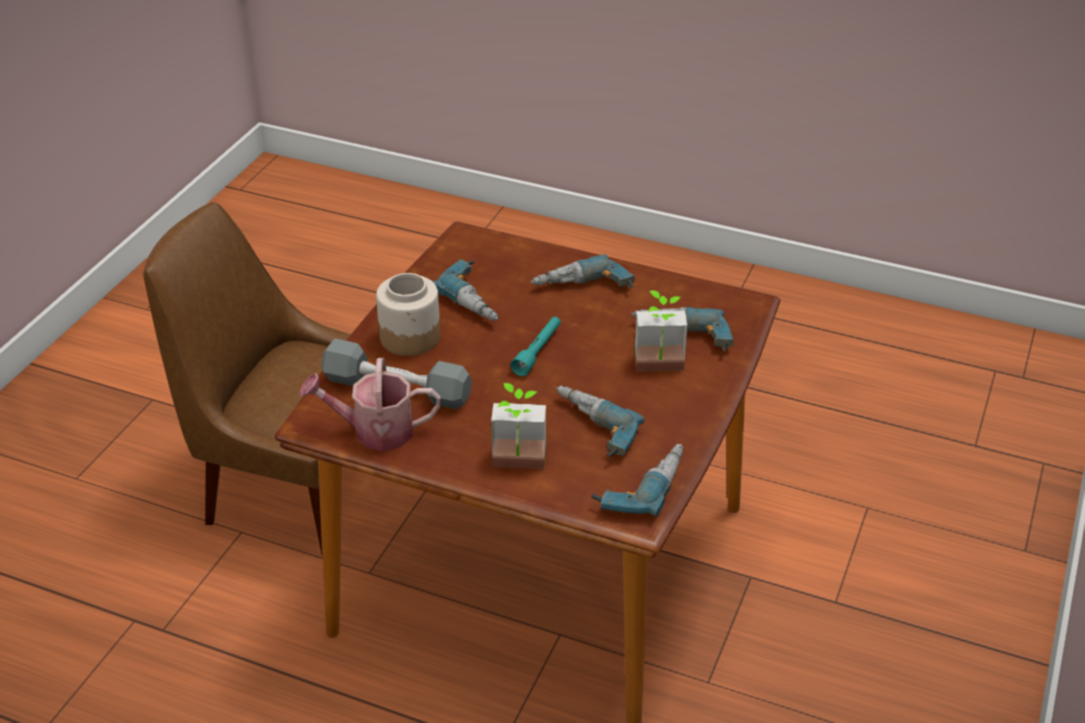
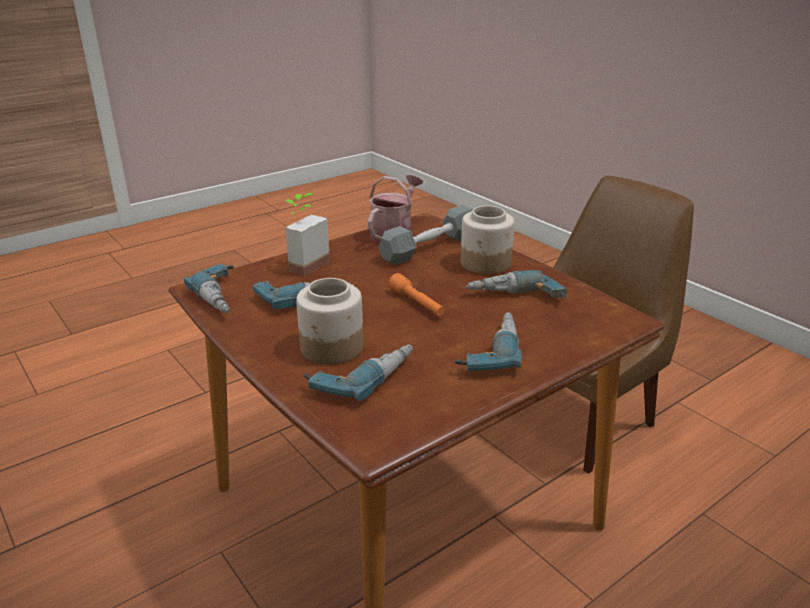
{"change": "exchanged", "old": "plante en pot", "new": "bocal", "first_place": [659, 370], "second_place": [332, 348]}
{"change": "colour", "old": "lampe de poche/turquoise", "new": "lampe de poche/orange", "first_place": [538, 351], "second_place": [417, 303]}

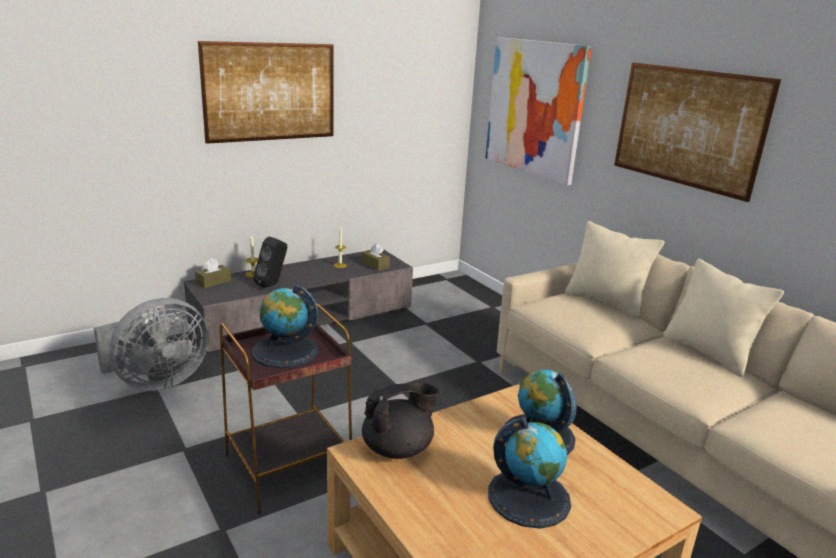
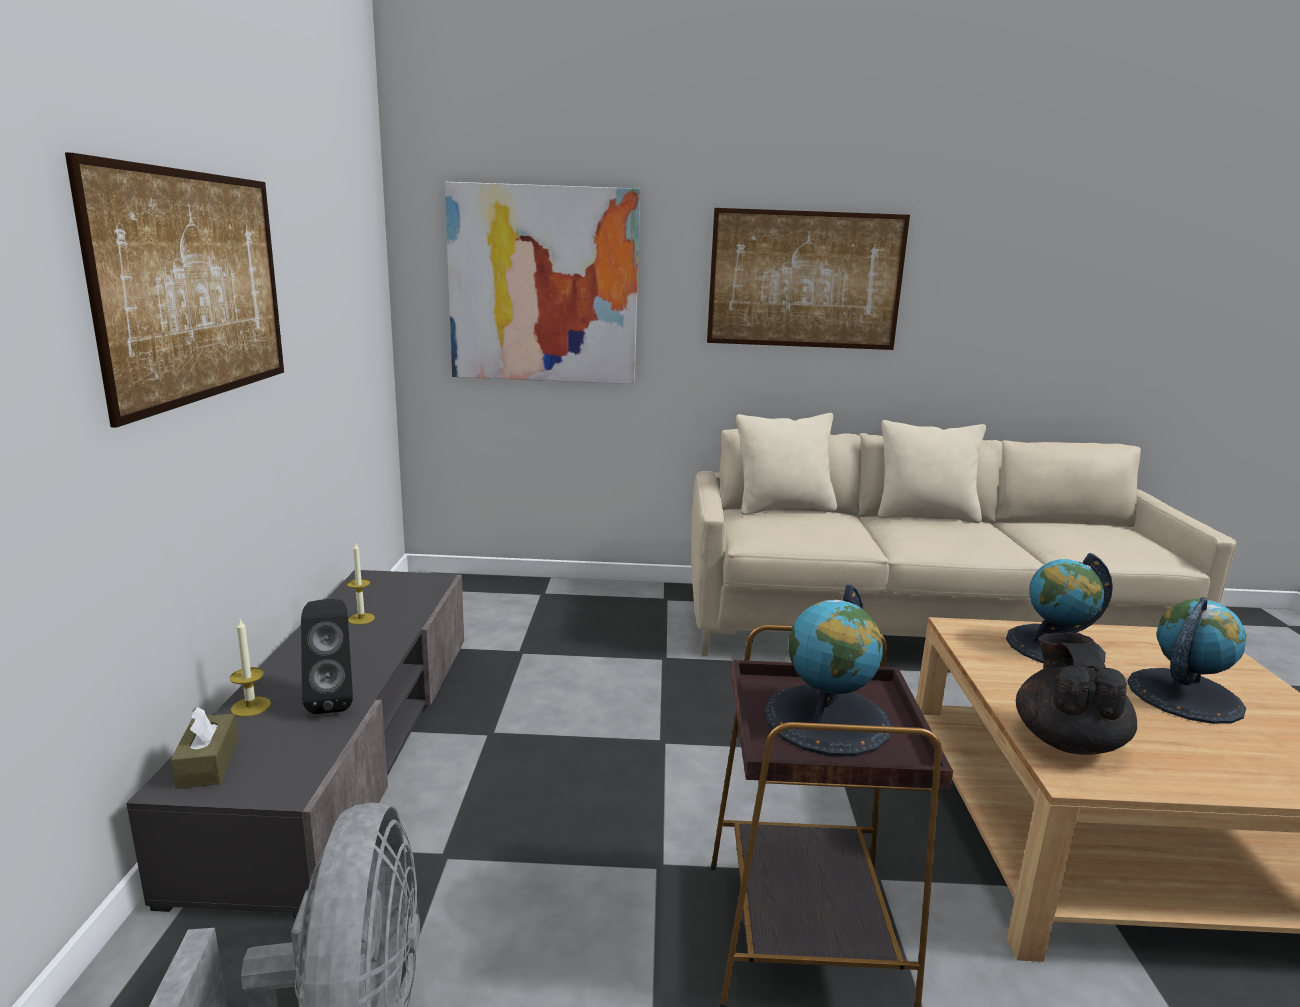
{"change": "missing", "old": "boîte à mouchoirs/marron", "first_place": [375, 265]}

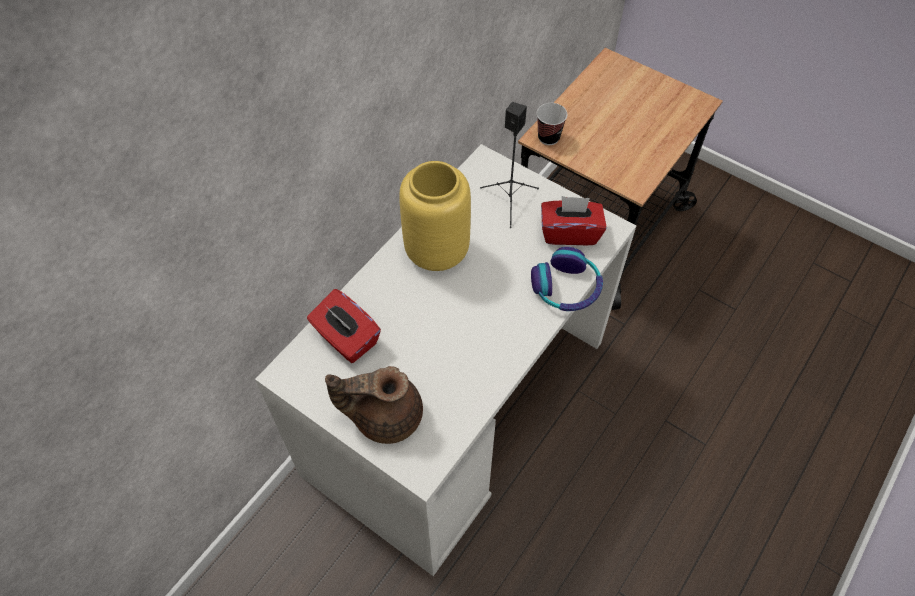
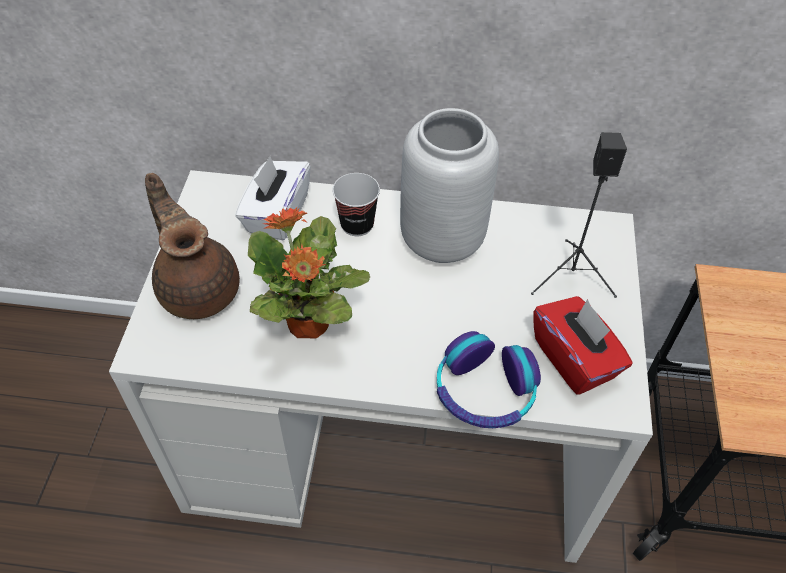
{"change": "appeared", "new": "plante en pot", "second_place": [308, 325]}
{"change": "relocated", "old": "tasse", "first_place": [548, 137], "second_place": [357, 225]}
{"change": "colour", "old": "boîte à mouchoirs/rouge", "new": "boîte à mouchoirs/blanc", "first_place": [346, 338], "second_place": [276, 215]}
{"change": "colour", "old": "vase/jaune", "new": "vase/gris", "first_place": [435, 252], "second_place": [440, 239]}

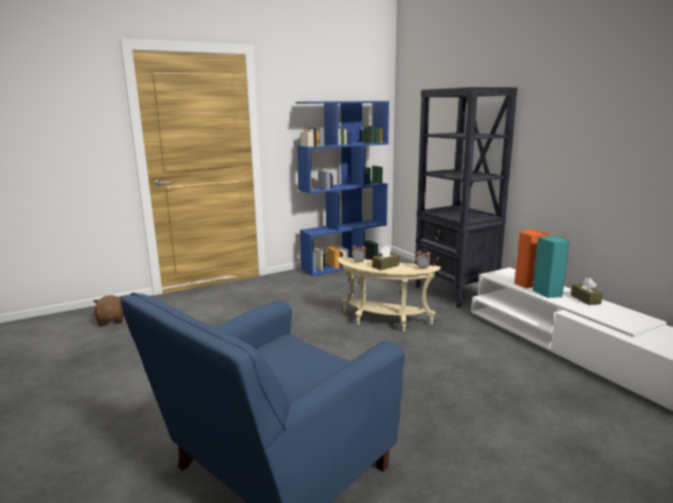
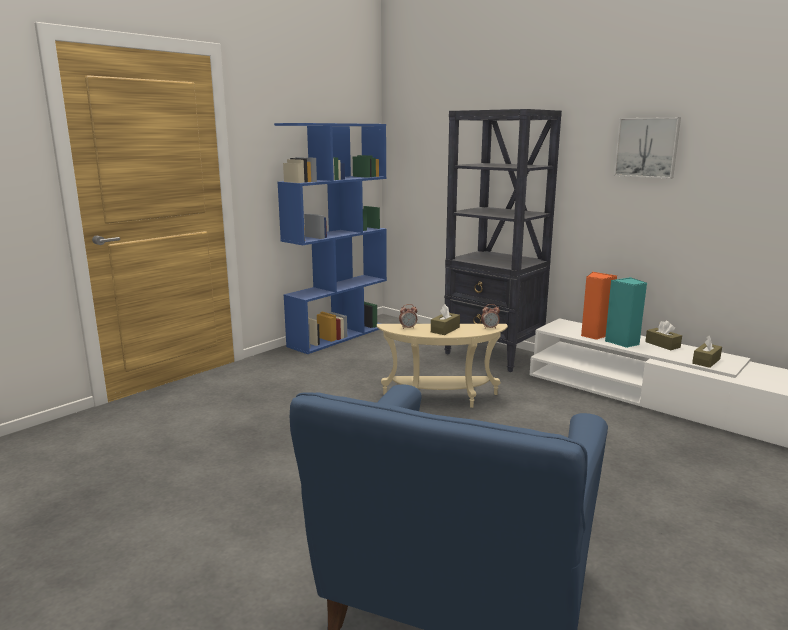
{"change": "missing", "old": "peluche/marron", "first_place": [111, 320]}
{"change": "appeared", "new": "tableau", "second_place": [647, 147]}
{"change": "appeared", "new": "boîte à mouchoirs/marron", "second_place": [706, 361]}

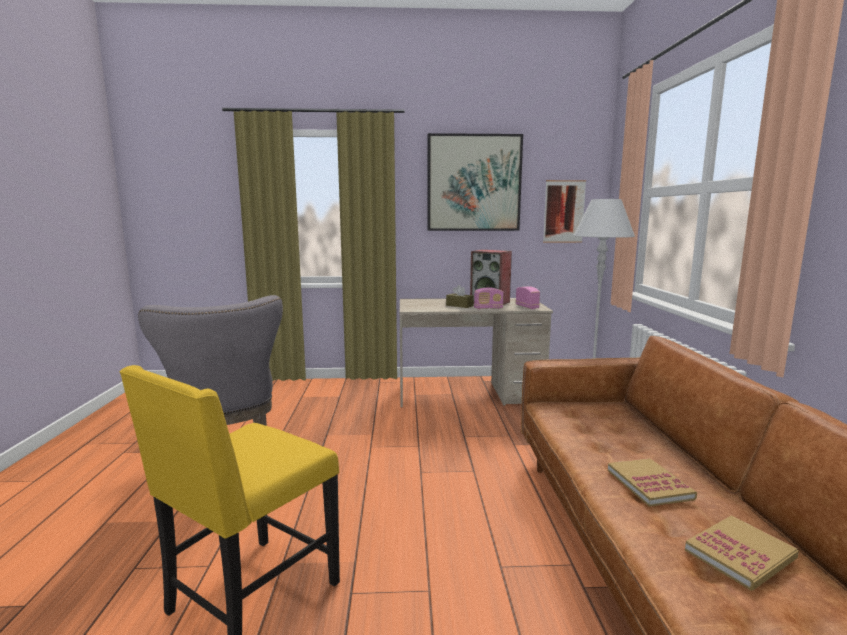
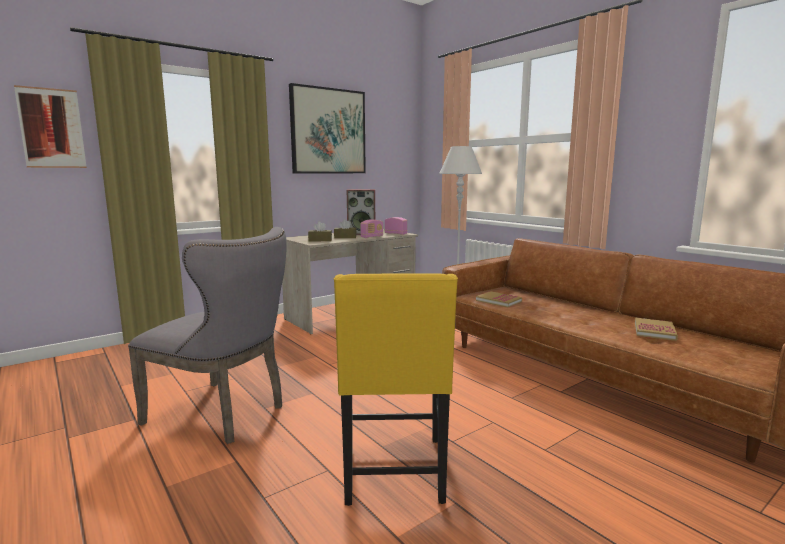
{"change": "appeared", "new": "boîte à mouchoirs/marron", "second_place": [320, 240]}
{"change": "relocated", "old": "tableau", "first_place": [564, 211], "second_place": [51, 128]}
{"change": "relocated", "old": "livre", "first_place": [649, 484], "second_place": [498, 301]}

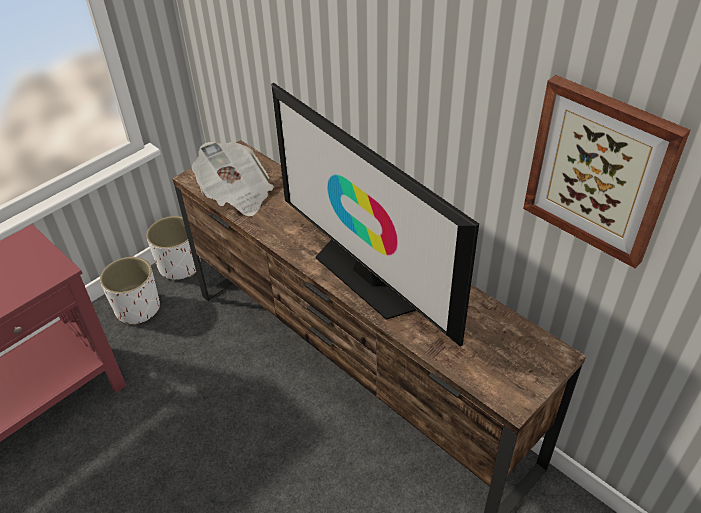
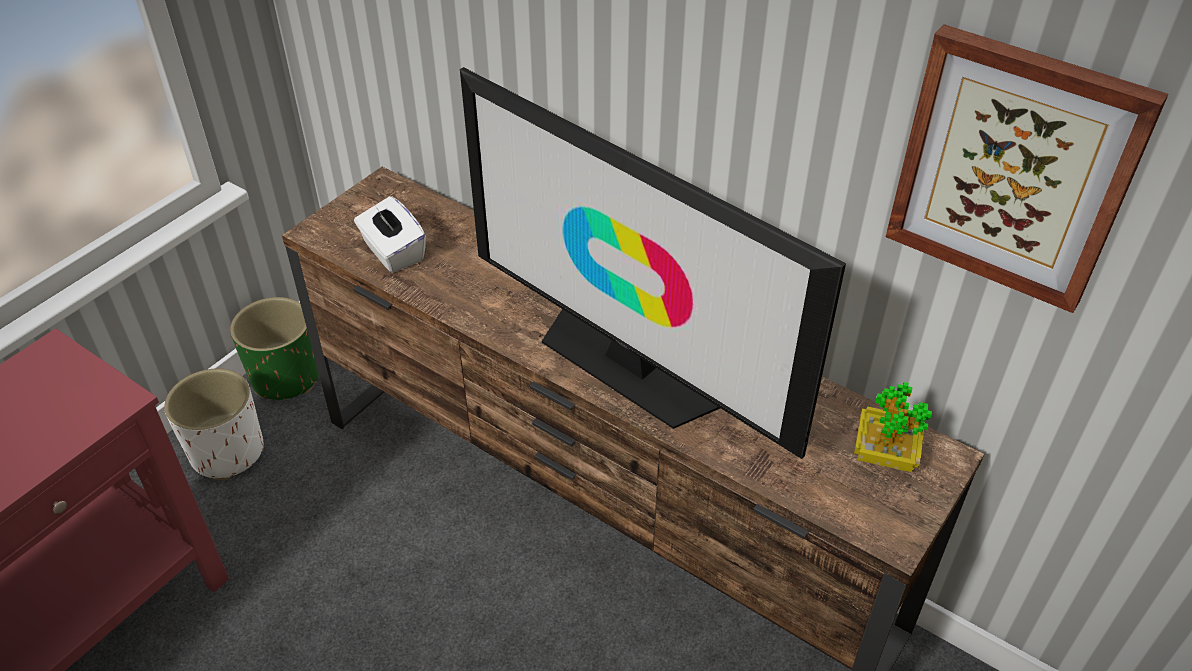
{"change": "appeared", "new": "plante en pot", "second_place": [884, 454]}
{"change": "exchanged", "old": "journal", "new": "boîte à mouchoirs/blanc", "first_place": [236, 194], "second_place": [393, 252]}
{"change": "colour", "old": "cache-pot/blanc", "new": "cache-pot/vert", "first_place": [180, 266], "second_place": [286, 377]}

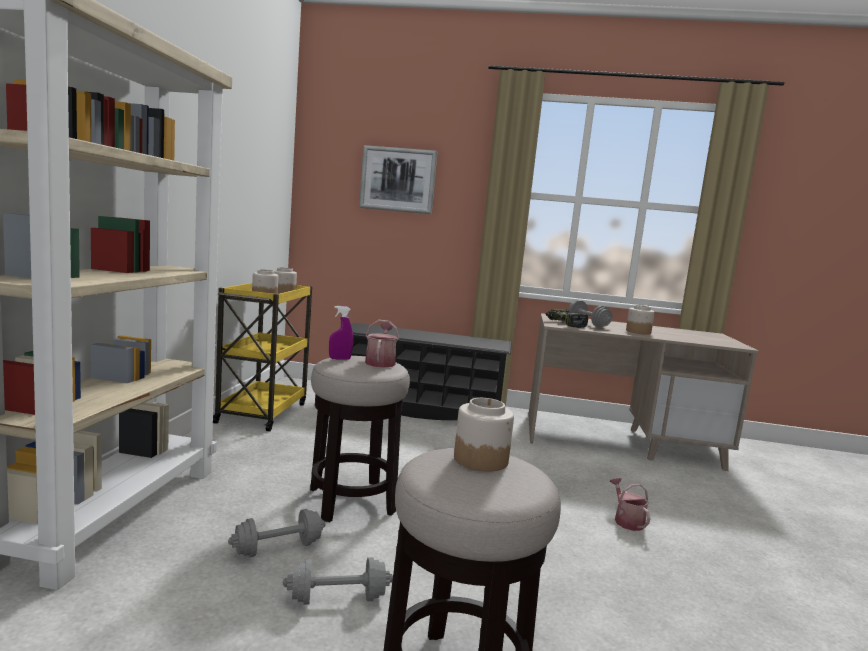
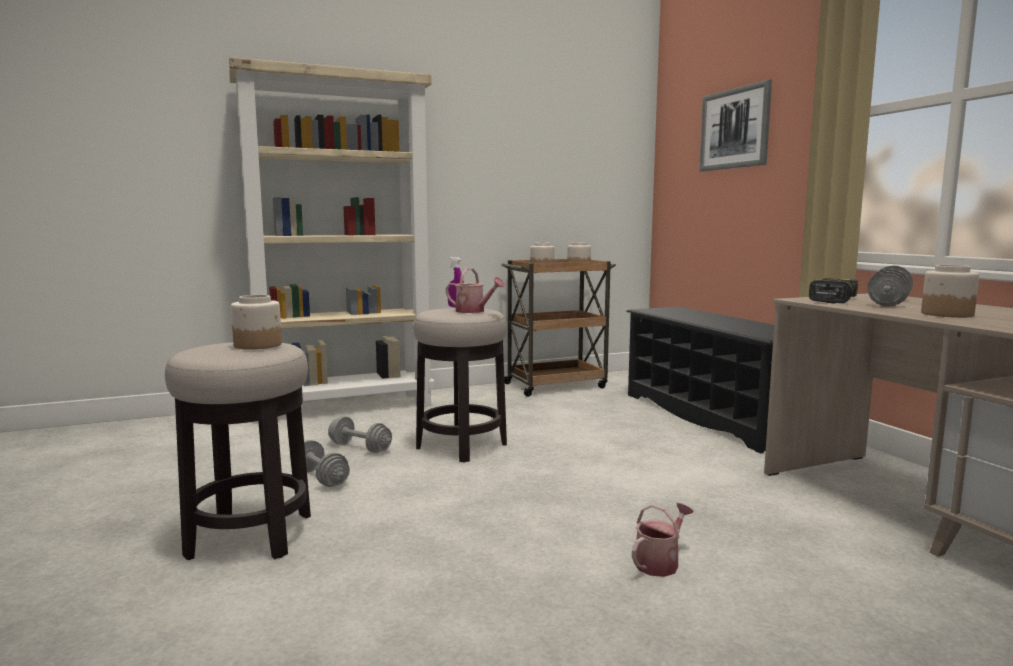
{"change": "colour", "old": "chariot/jaune", "new": "chariot/marron", "first_place": [263, 412], "second_place": [556, 385]}
{"change": "spun", "old": "arrosoir", "first_place": [380, 362], "second_place": [473, 311], "degrees": 60}

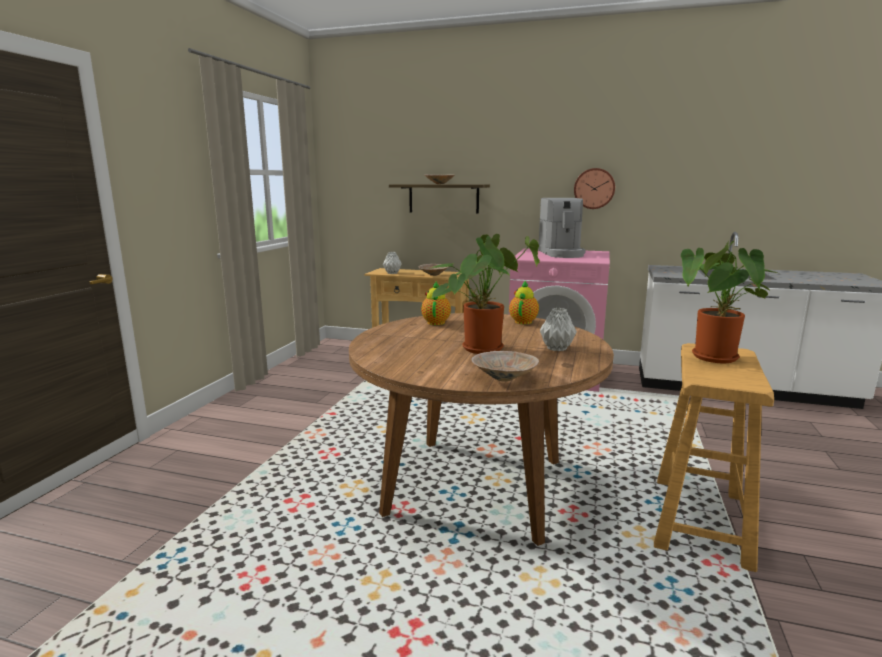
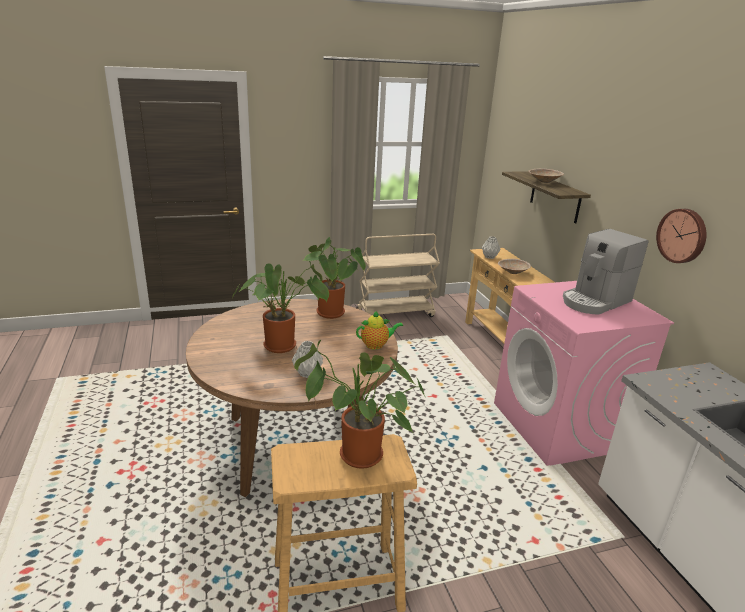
{"change": "missing", "old": "bol/beige", "first_place": [504, 378]}
{"change": "appeared", "new": "chariot/beige", "second_place": [395, 313]}
{"change": "exchanged", "old": "théière", "new": "plante en pot", "first_place": [436, 322], "second_place": [333, 314]}

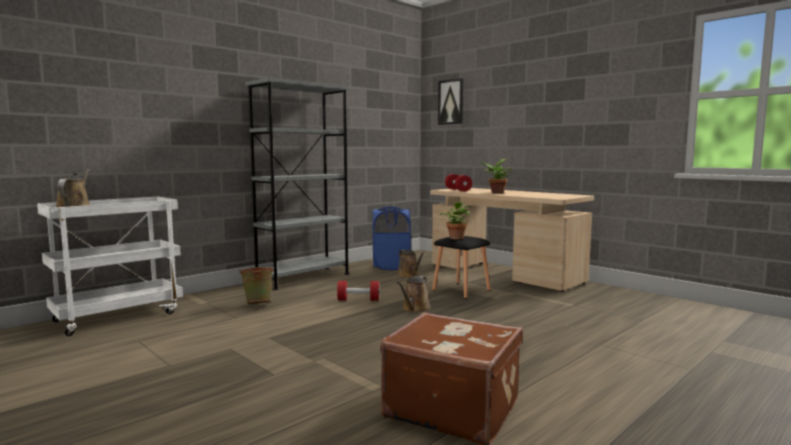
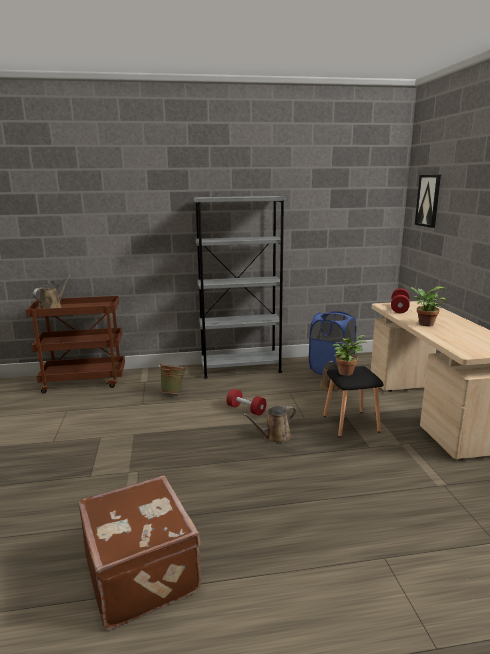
{"change": "colour", "old": "chariot/blanc", "new": "chariot/marron", "first_place": [119, 316], "second_place": [85, 381]}

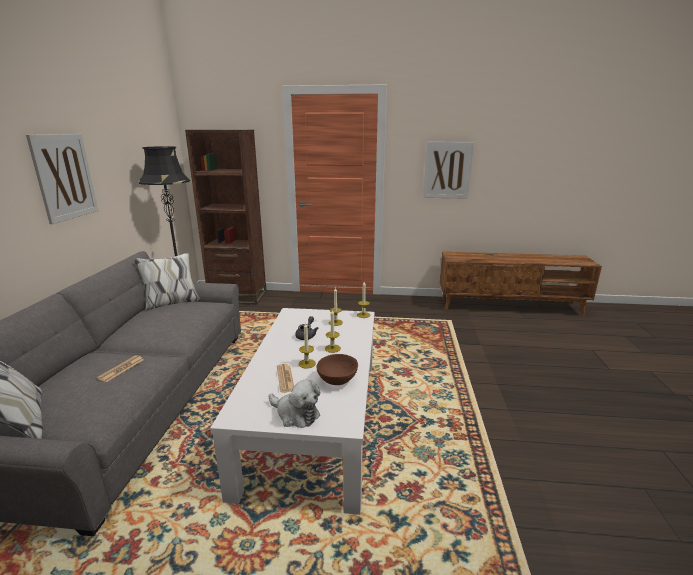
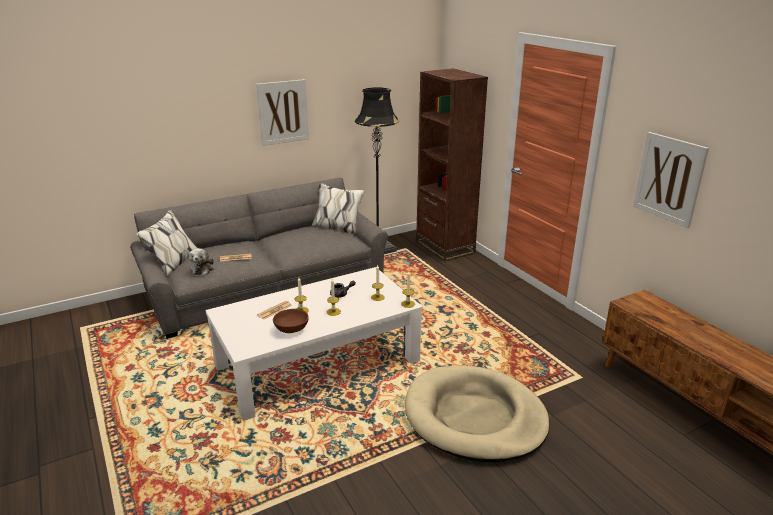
{"change": "appeared", "new": "panier pour chien/beige", "second_place": [474, 417]}
{"change": "relocated", "old": "peluche", "first_place": [295, 414], "second_place": [202, 268]}

